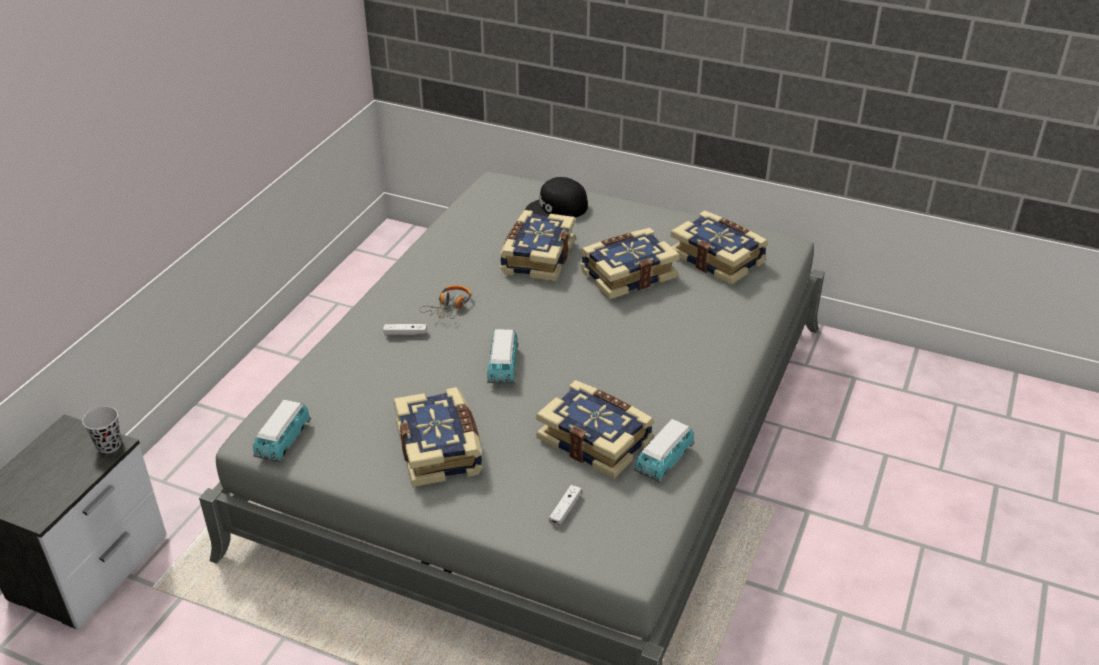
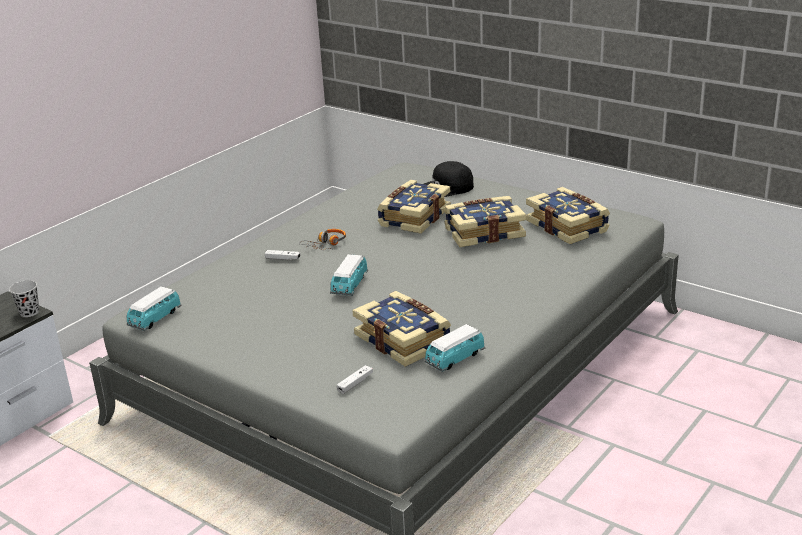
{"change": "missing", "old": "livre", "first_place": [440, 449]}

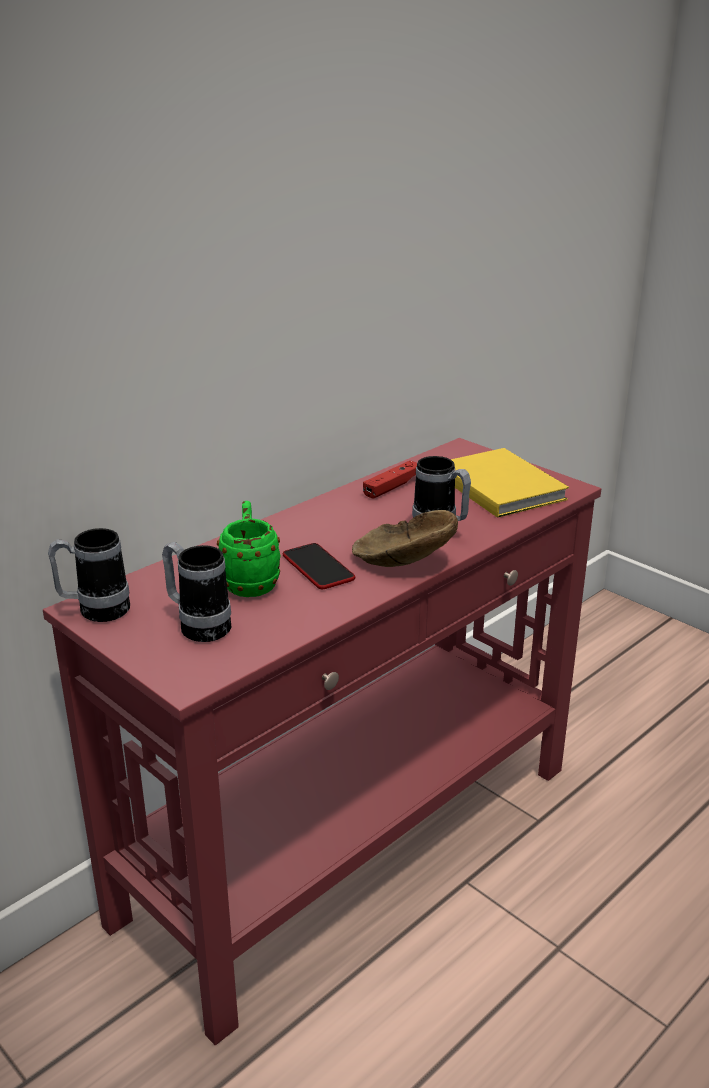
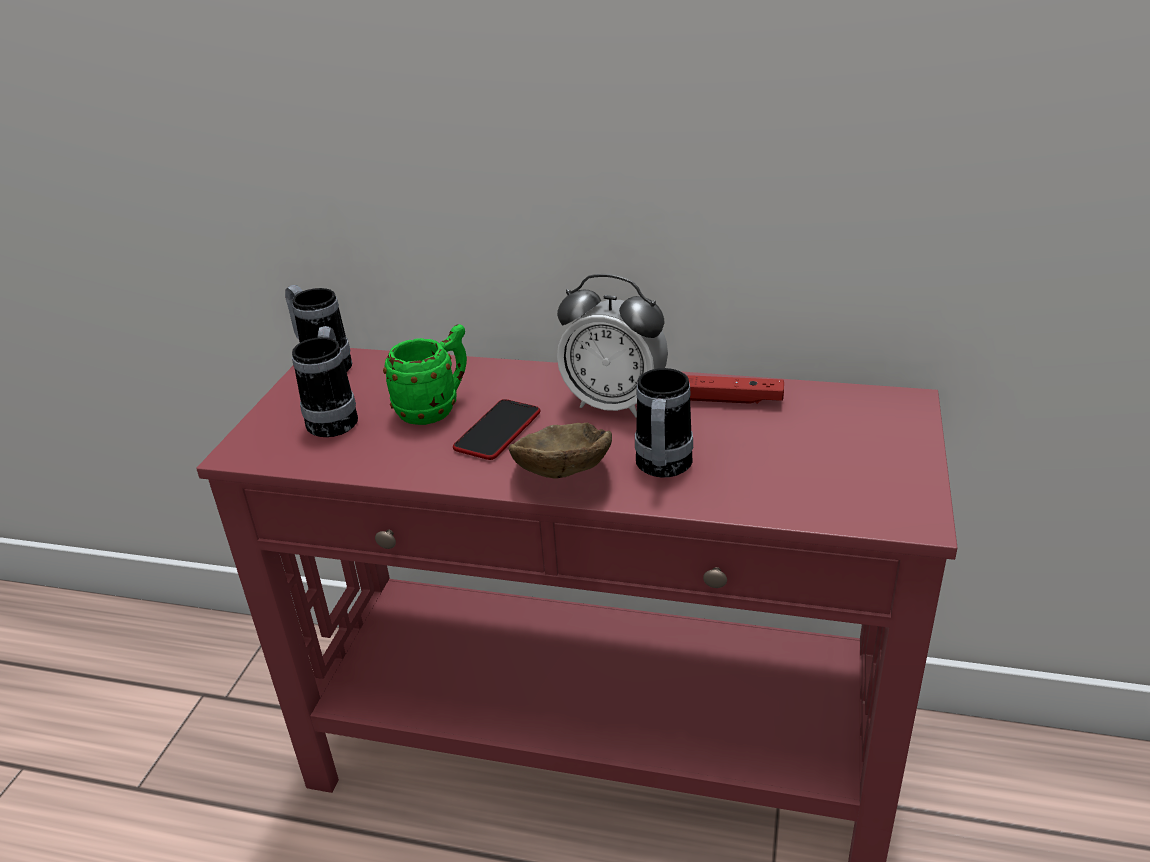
{"change": "missing", "old": "livre/jaune", "first_place": [500, 485]}
{"change": "appeared", "new": "réveil", "second_place": [614, 404]}

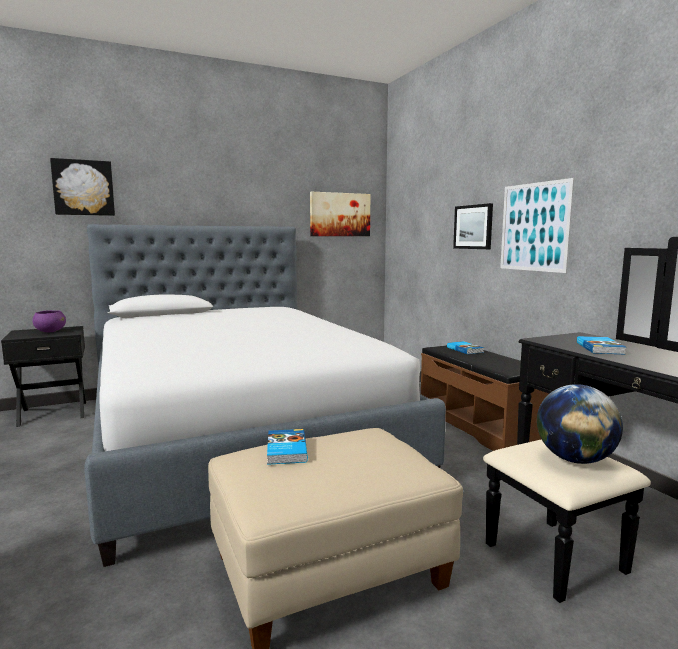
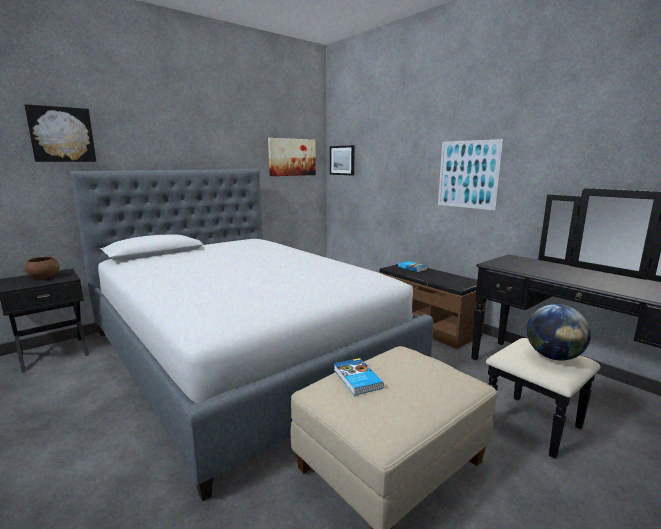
{"change": "missing", "old": "livre", "first_place": [600, 348]}
{"change": "relocated", "old": "tableau", "first_place": [473, 227], "second_place": [342, 160]}
{"change": "colour", "old": "bol/violet", "new": "bol/marron", "first_place": [50, 331], "second_place": [44, 278]}

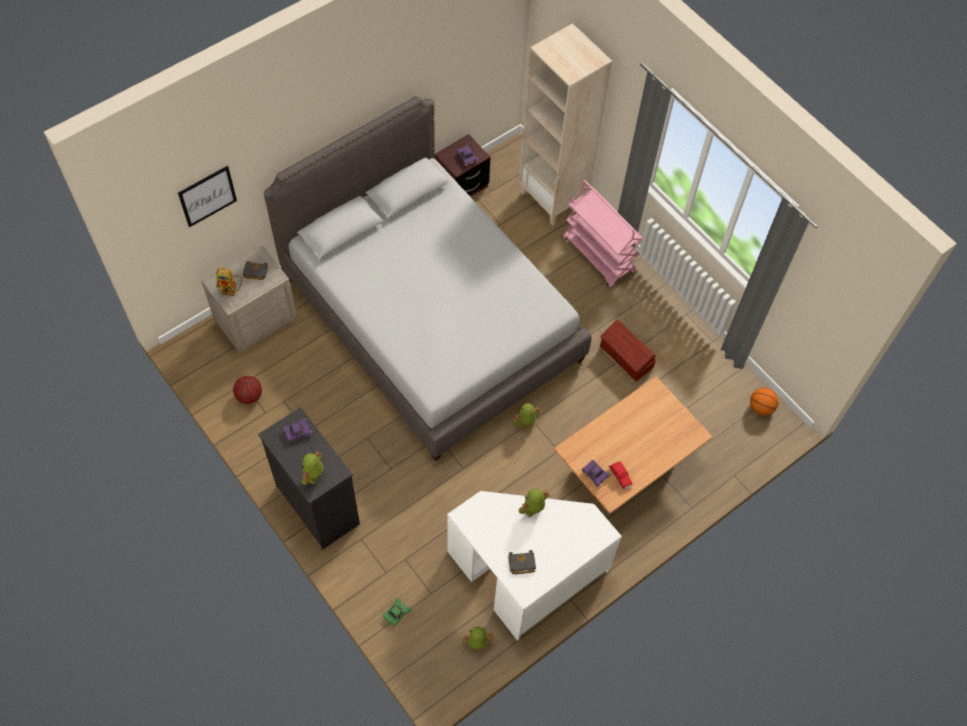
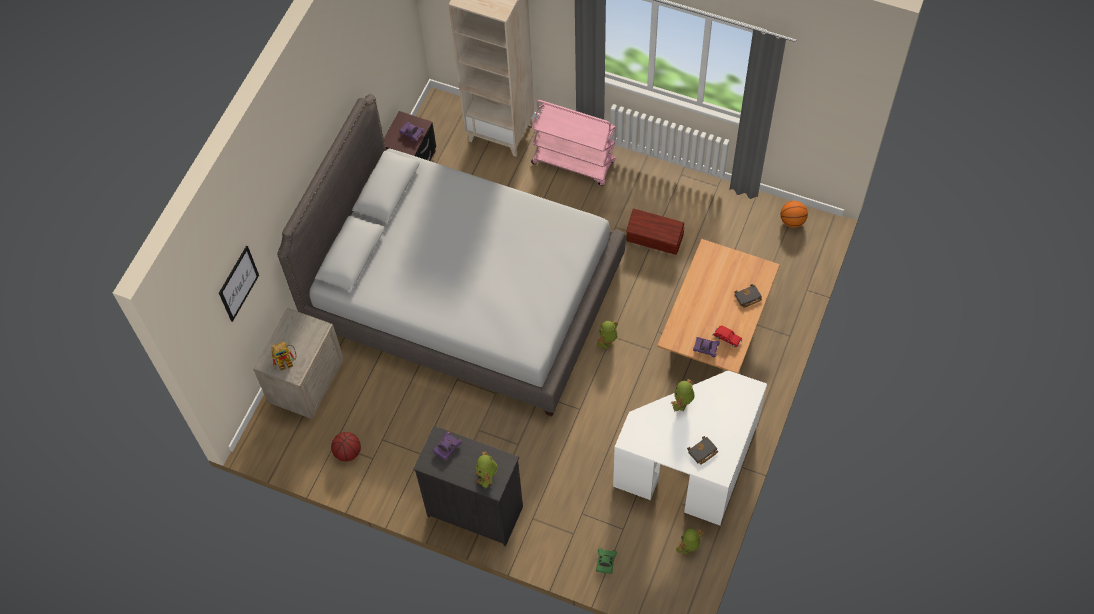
{"change": "relocated", "old": "livre/noir", "first_place": [254, 272], "second_place": [747, 298]}

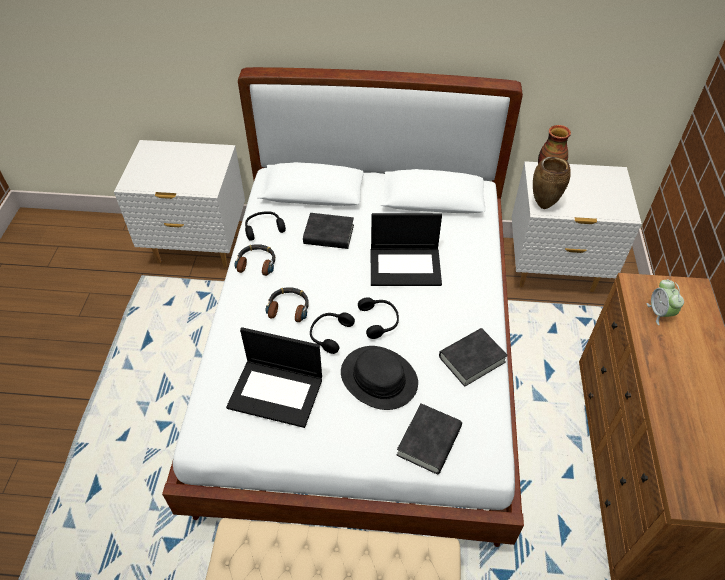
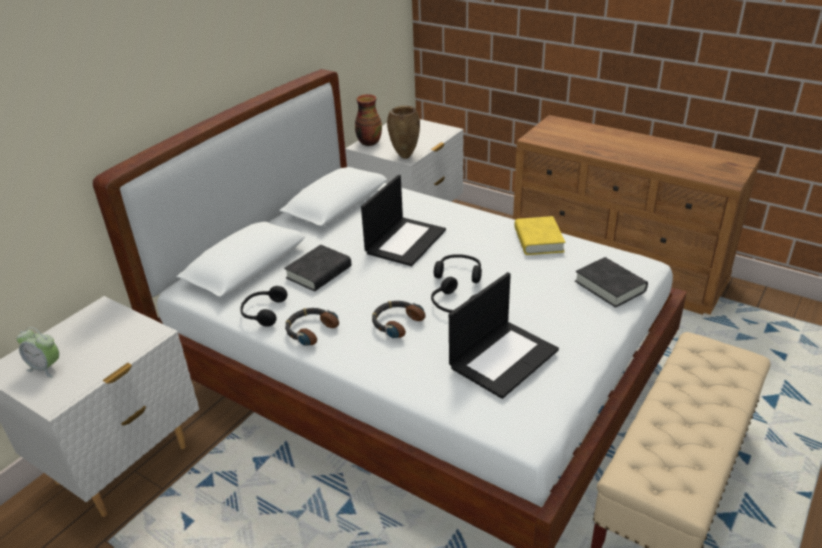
{"change": "missing", "old": "chapeau/noir", "first_place": [378, 378]}
{"change": "relocated", "old": "réveil", "first_place": [659, 313], "second_place": [46, 368]}
{"change": "colour", "old": "livre/noir", "new": "livre/jaune", "first_place": [472, 359], "second_place": [538, 240]}

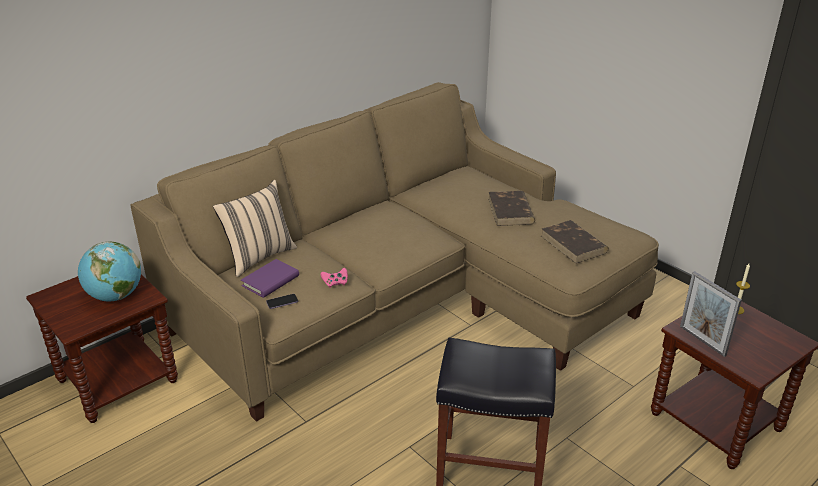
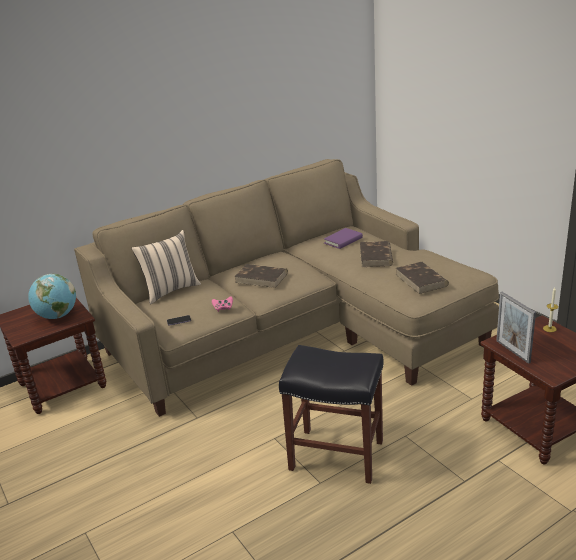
{"change": "appeared", "new": "livre/marron", "second_place": [262, 278]}
{"change": "relocated", "old": "livre/violet", "first_place": [270, 281], "second_place": [343, 240]}

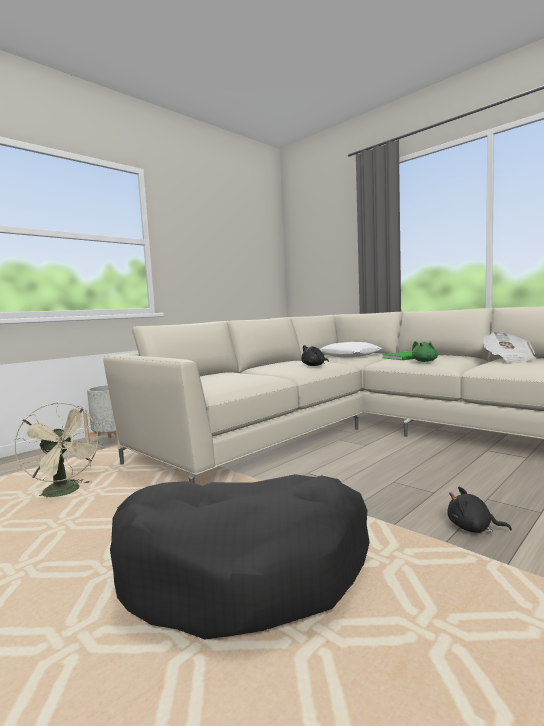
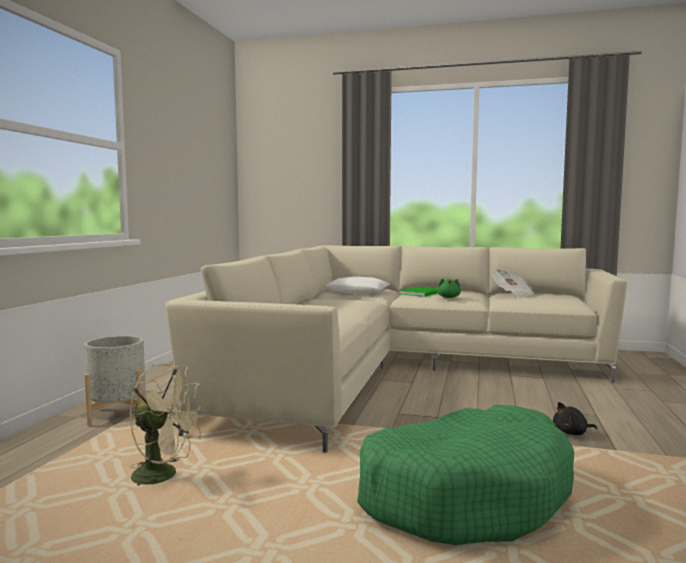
{"change": "missing", "old": "peluche/noir", "first_place": [314, 365]}
{"change": "colour", "old": "panier pour chien/noir", "new": "panier pour chien/vert", "first_place": [243, 569], "second_place": [464, 495]}

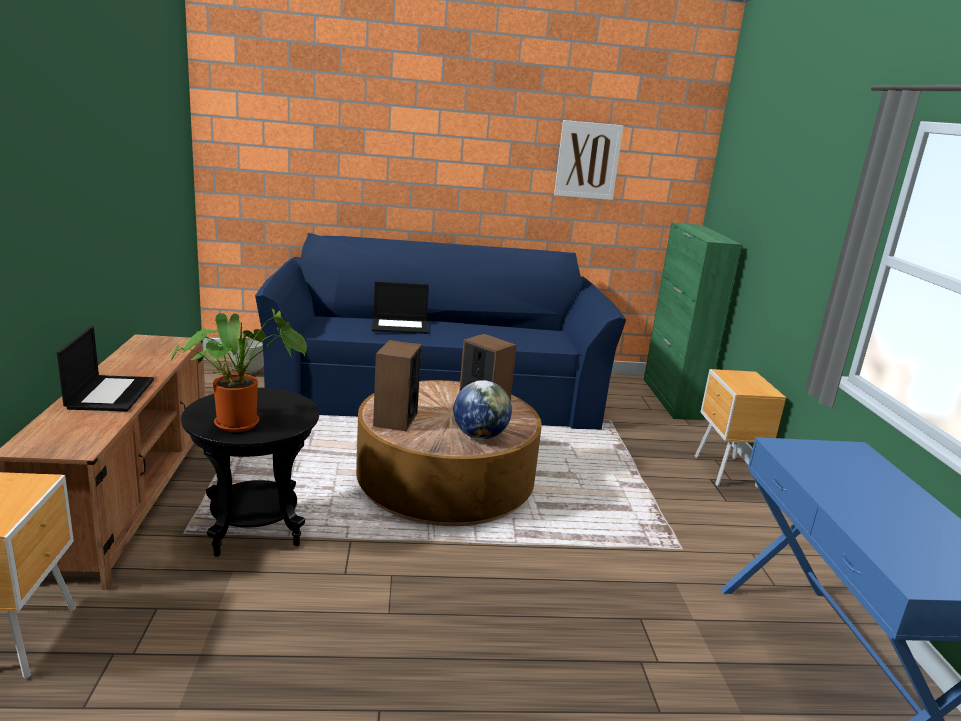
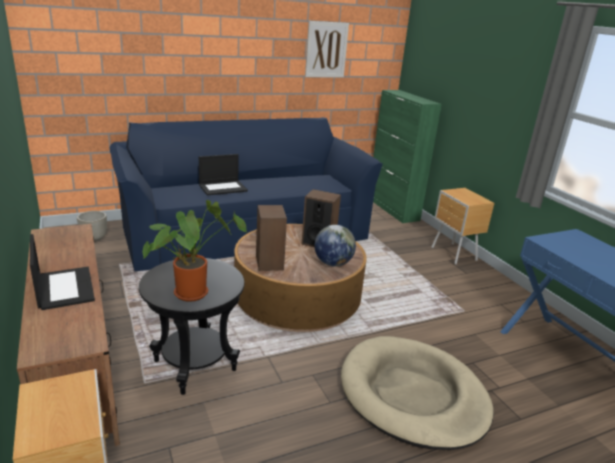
{"change": "appeared", "new": "panier pour chien/beige", "second_place": [413, 395]}

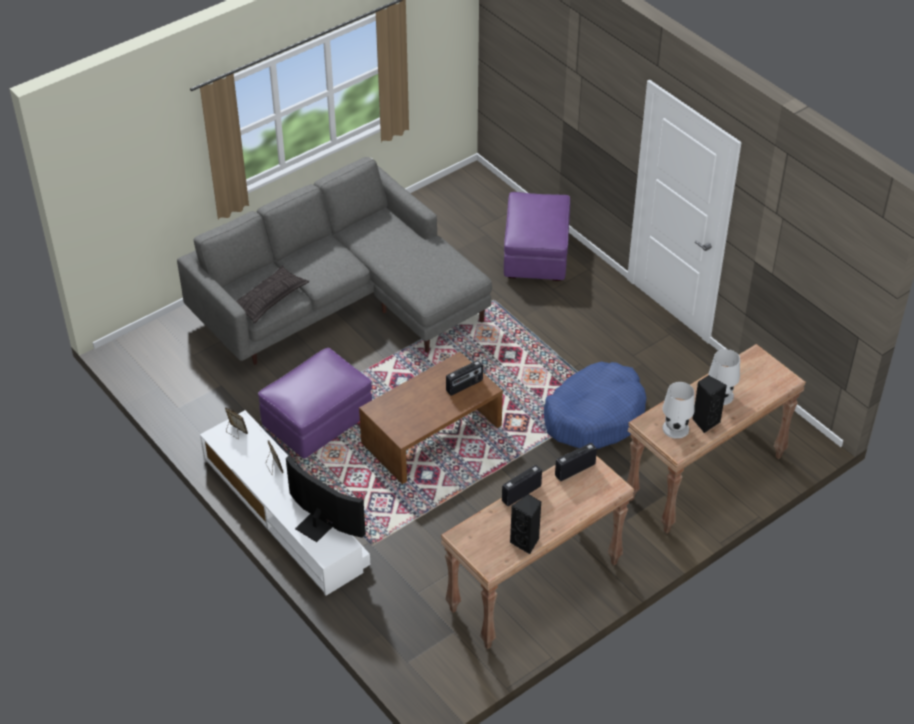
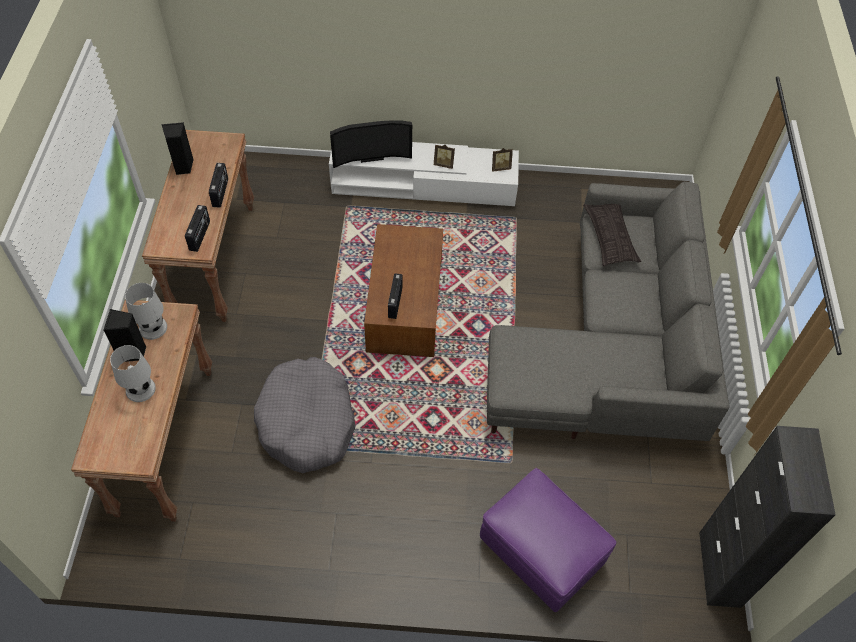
{"change": "missing", "old": "pouf/violet", "first_place": [318, 422]}
{"change": "appeared", "new": "meuble de rangement/noir", "second_place": [719, 569]}
{"change": "colour", "old": "panier pour chien/bleu", "new": "panier pour chien/gris", "first_place": [594, 415], "second_place": [307, 422]}

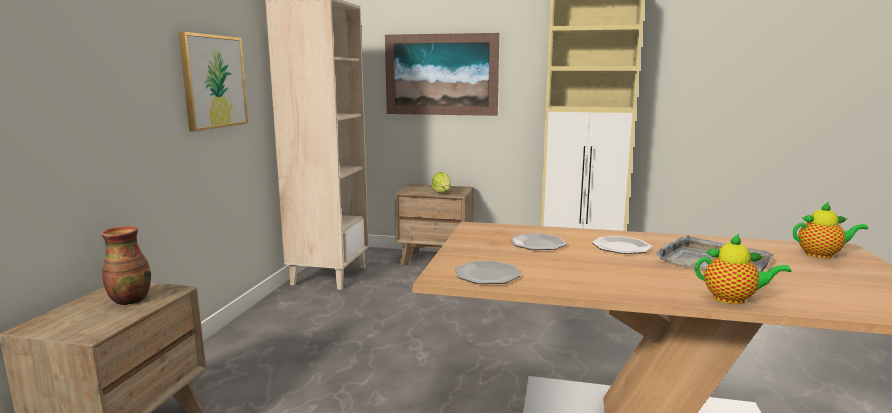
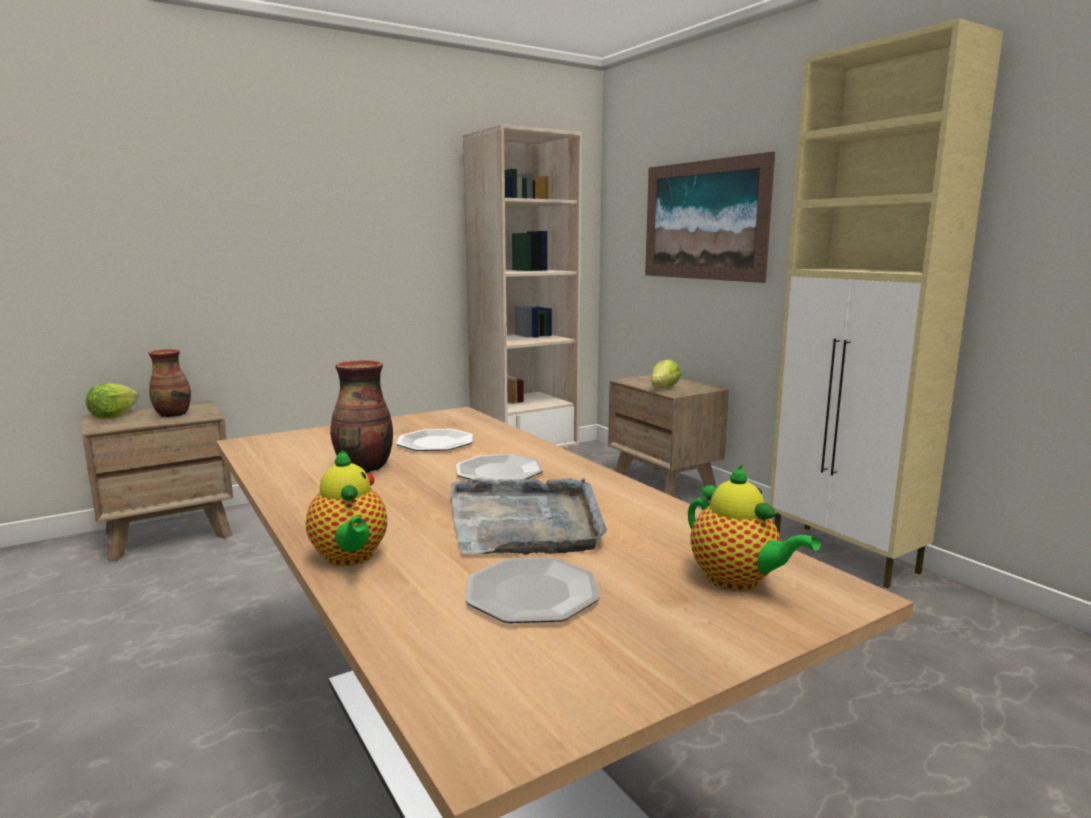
{"change": "missing", "old": "tableau", "first_place": [214, 81]}
{"change": "appeared", "new": "laitue", "second_place": [113, 415]}
{"change": "appeared", "new": "vase", "second_place": [364, 468]}
{"change": "relocated", "old": "assiette", "first_place": [487, 275], "second_place": [532, 593]}

